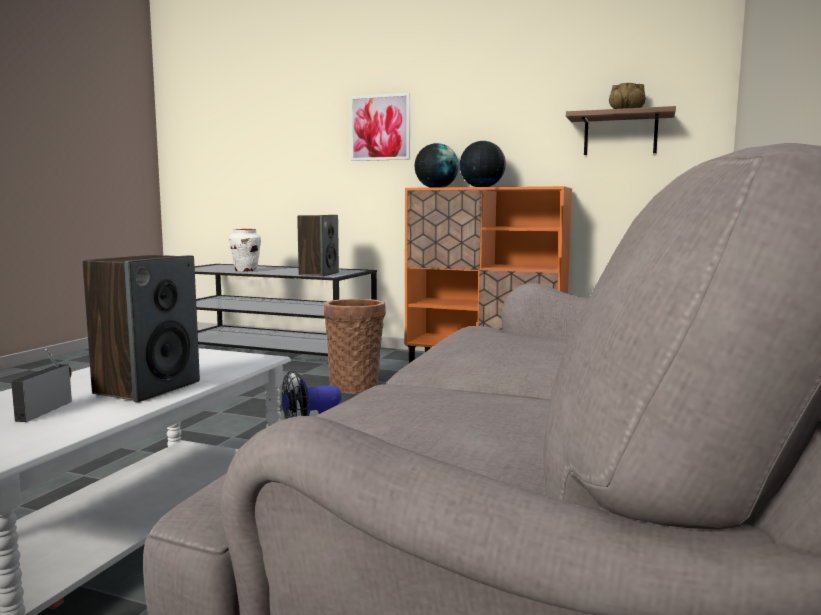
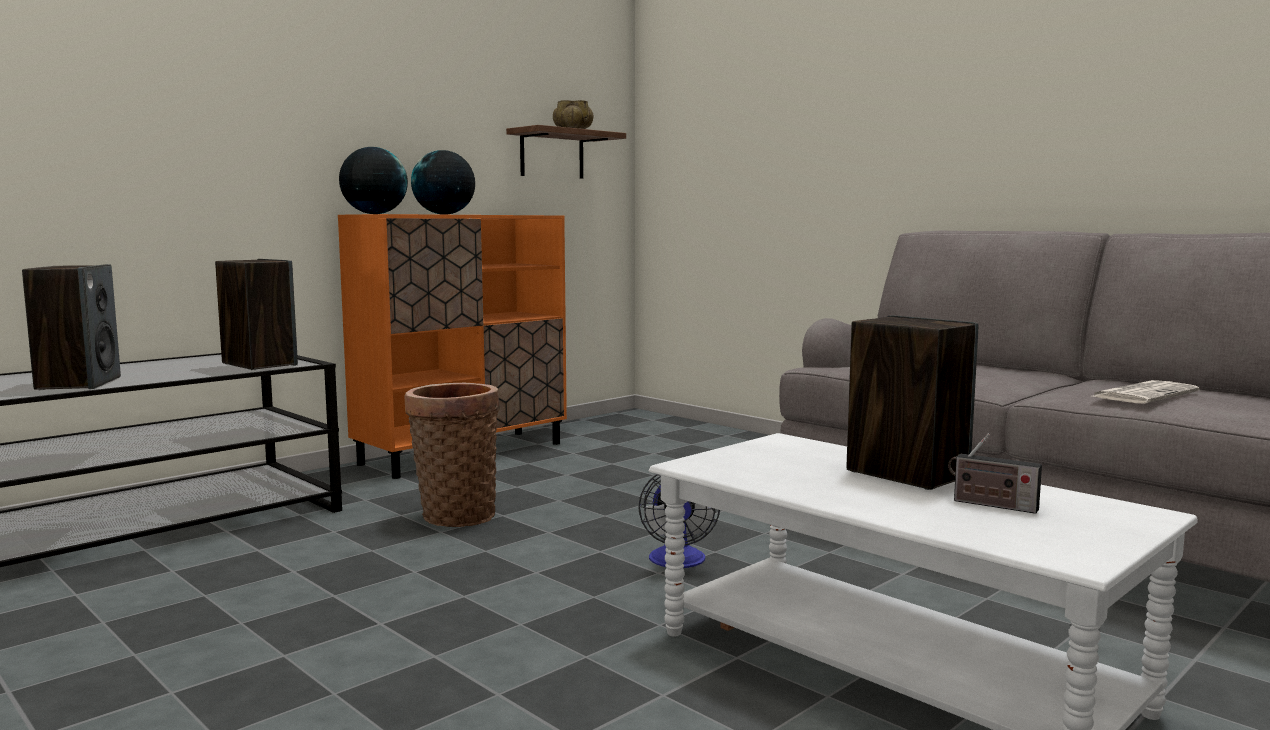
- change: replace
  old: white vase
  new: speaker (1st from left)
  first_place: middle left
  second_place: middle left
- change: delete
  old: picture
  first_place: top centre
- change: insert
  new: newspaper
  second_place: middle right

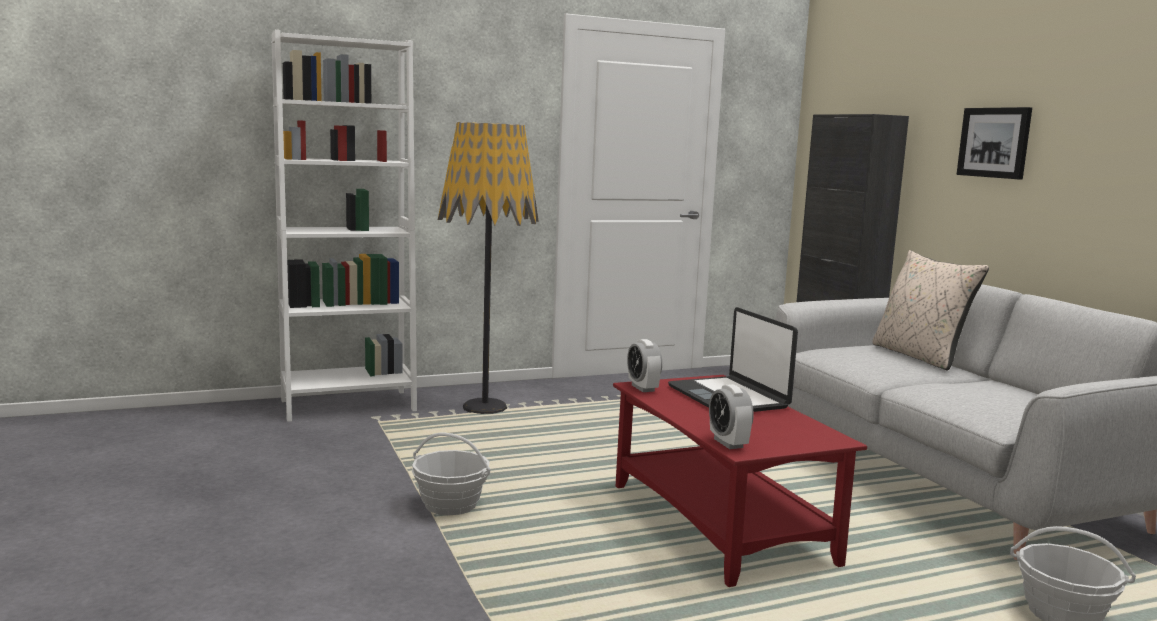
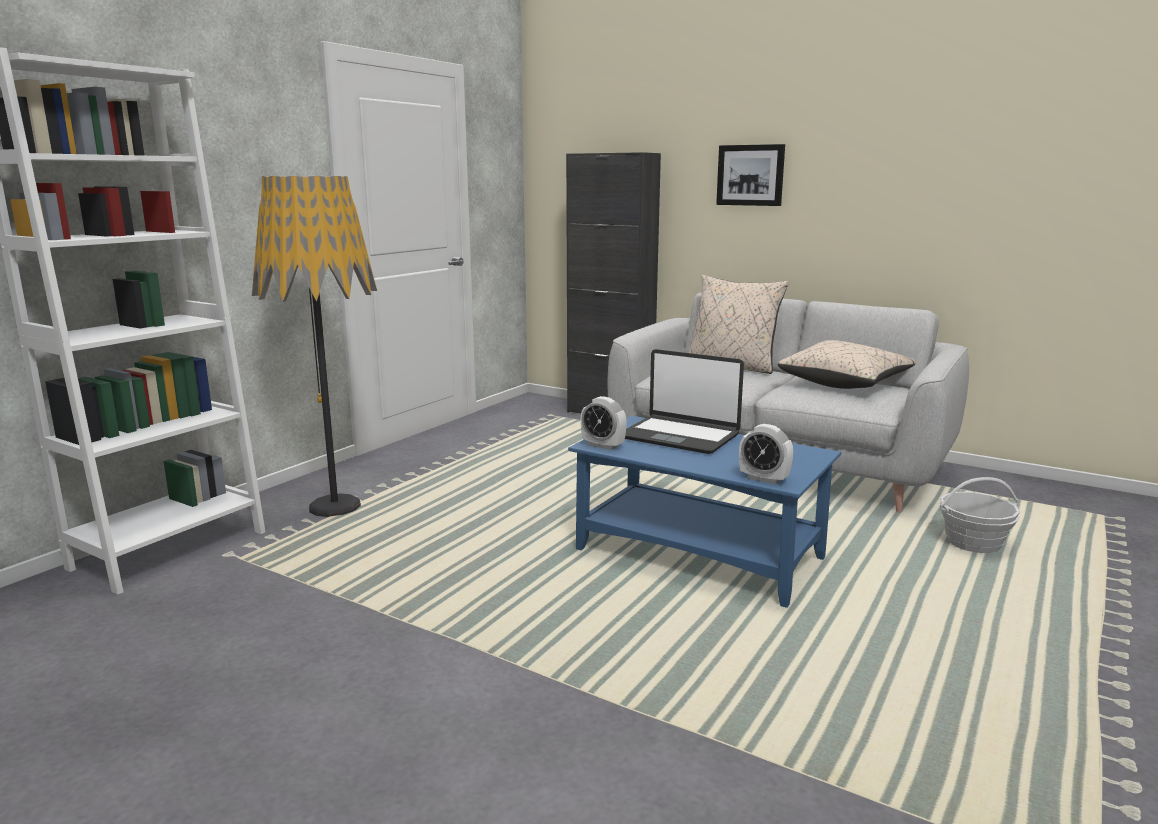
- change: delete
  old: basket (1st from left)
  first_place: bottom centre
- change: recolor
  old: red coffee table
  new: blue coffee table
  first_place: bottom centre
  second_place: centre
- change: insert
  new: beige pillow (2nd from left)
  second_place: middle right

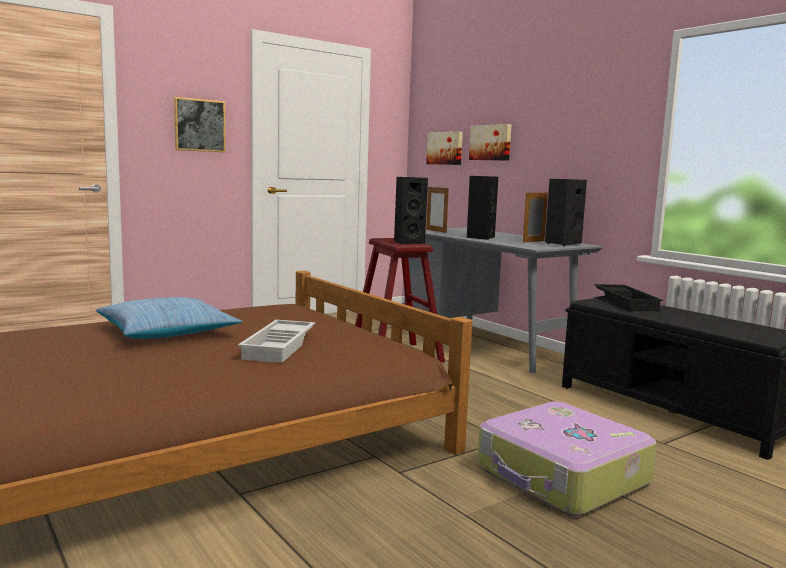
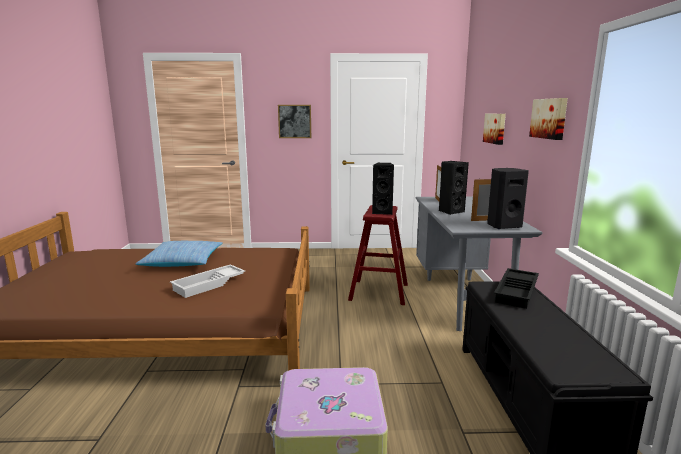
- change: move
  old: picture (2nd from left in the first image)
  new: picture (3rd from left)
  first_place: top centre
  second_place: top right

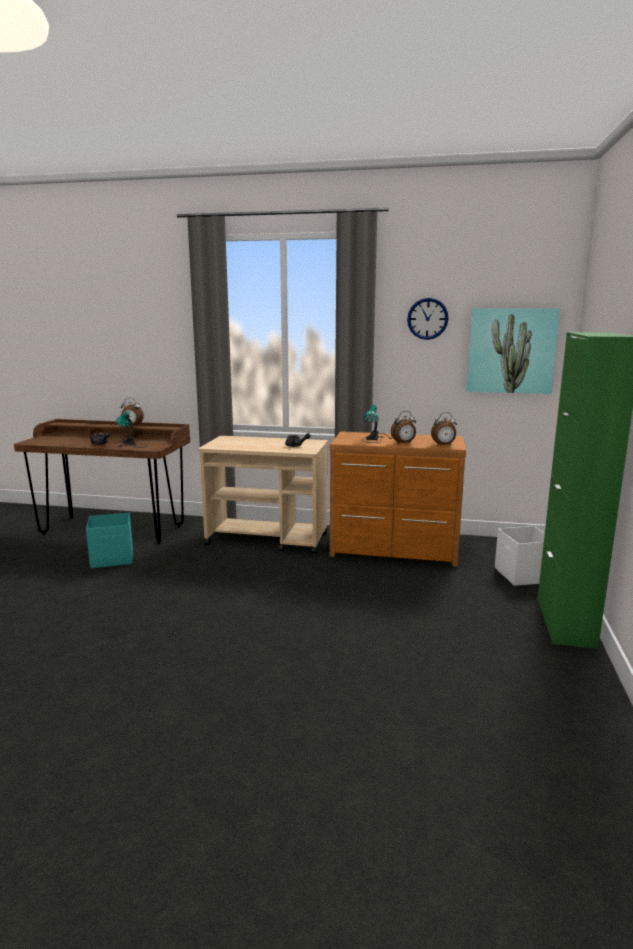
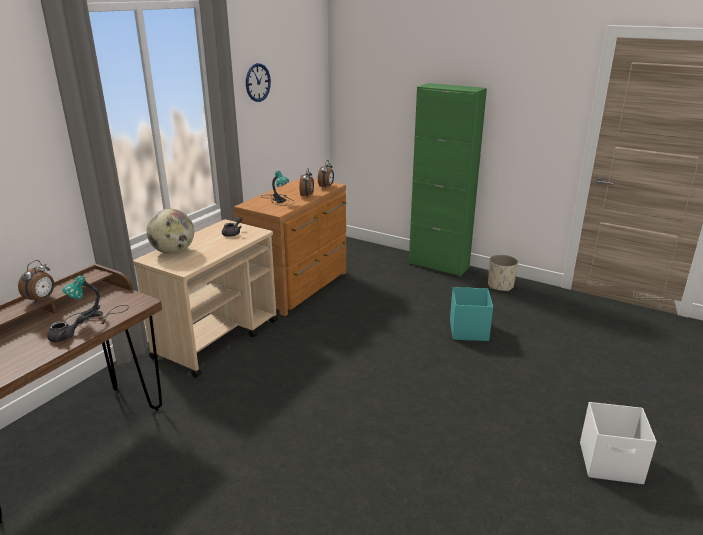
- change: move
  old: turquoise storage box
  first_place: middle left
  second_place: middle right
- change: delete
  old: picture
  first_place: middle right
- change: move
  old: white storage box
  first_place: middle right
  second_place: bottom right
- change: insert
  new: globe
  second_place: middle left
- change: insert
  new: beige planter
  second_place: middle right

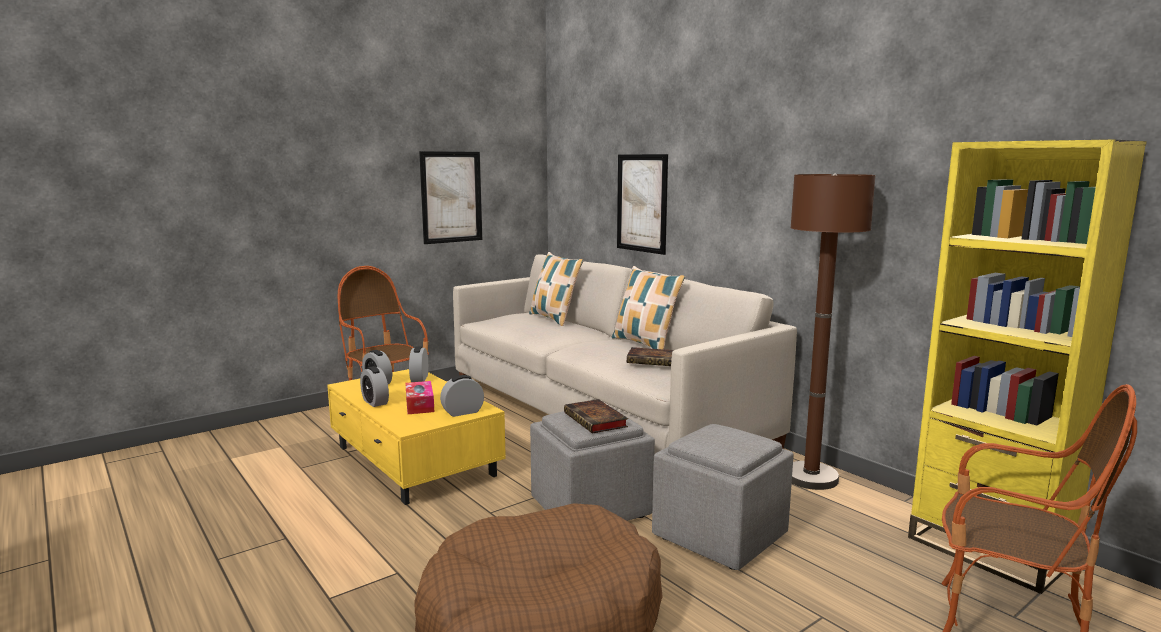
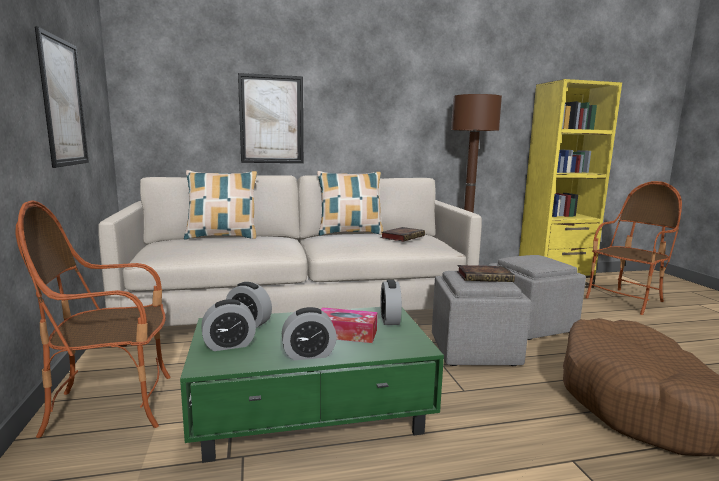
- change: recolor
  old: yellow coffee table
  new: green coffee table
  first_place: bottom centre
  second_place: bottom centre

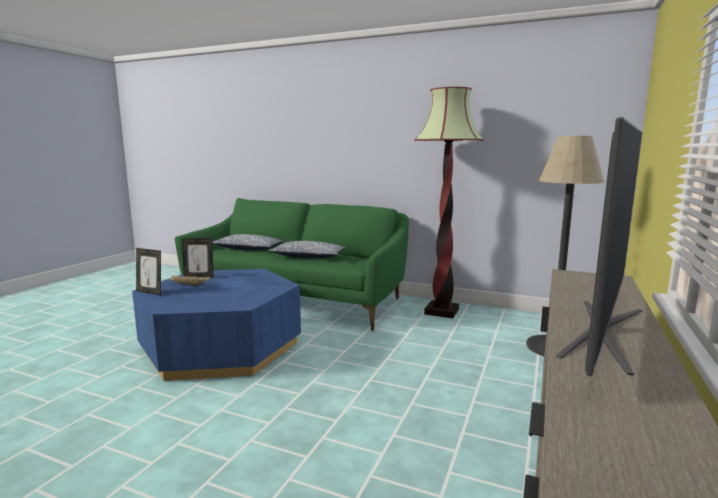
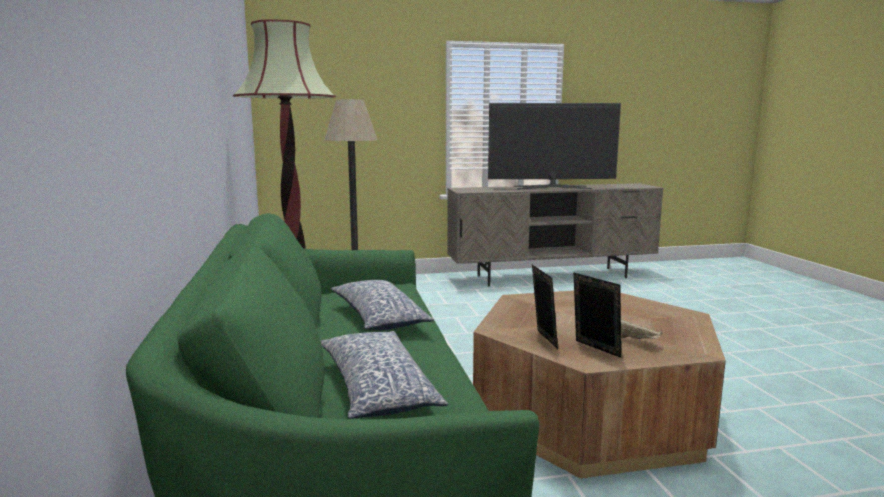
- change: recolor
  old: blue coffee table
  new: brown coffee table
  first_place: middle left
  second_place: bottom right
- change: move
  old: picture frame (1st from left)
  first_place: middle left
  second_place: centre

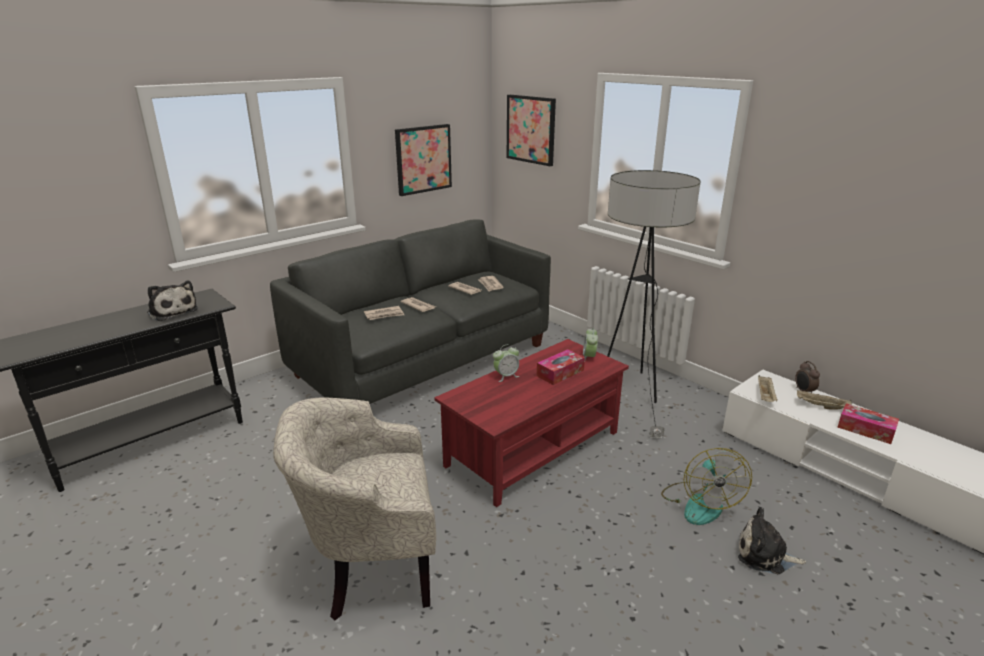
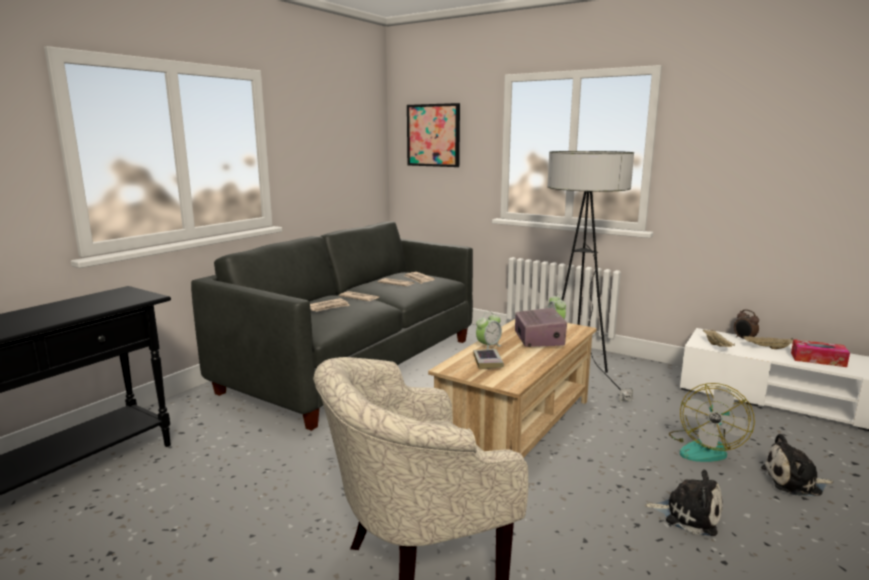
- change: move
  old: plush toy (1st from left)
  first_place: middle left
  second_place: bottom right
- change: delete
  old: picture (1st from left)
  first_place: top centre
- change: recolor
  old: red coffee table
  new: beige coffee table
  first_place: centre
  second_place: bottom centre
- change: replace
  old: tissue box (1st from left)
  new: radio
  first_place: centre
  second_place: centre
- change: rotate
  old: fan
  first_place: bottom right
  second_place: bottom right
  degrees: 45
- change: insert
  new: book
  second_place: centre

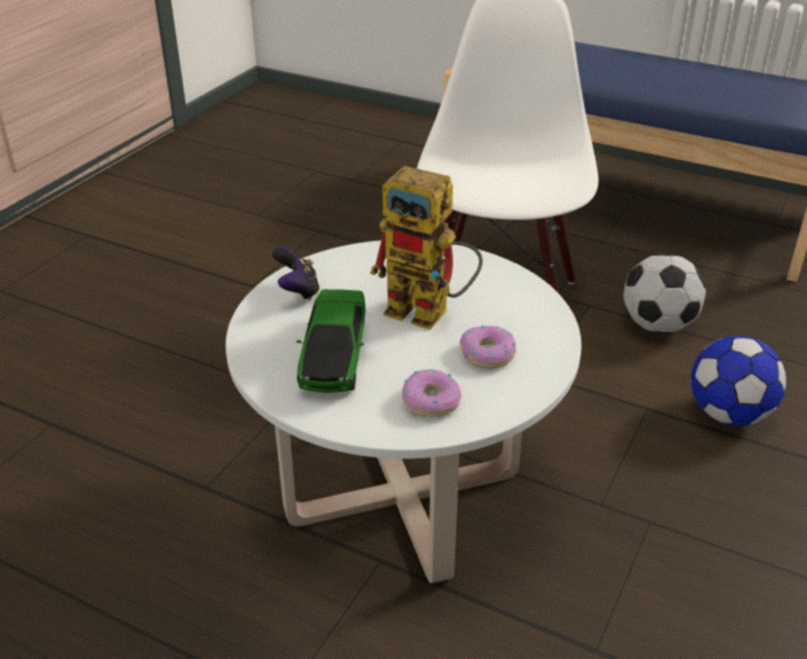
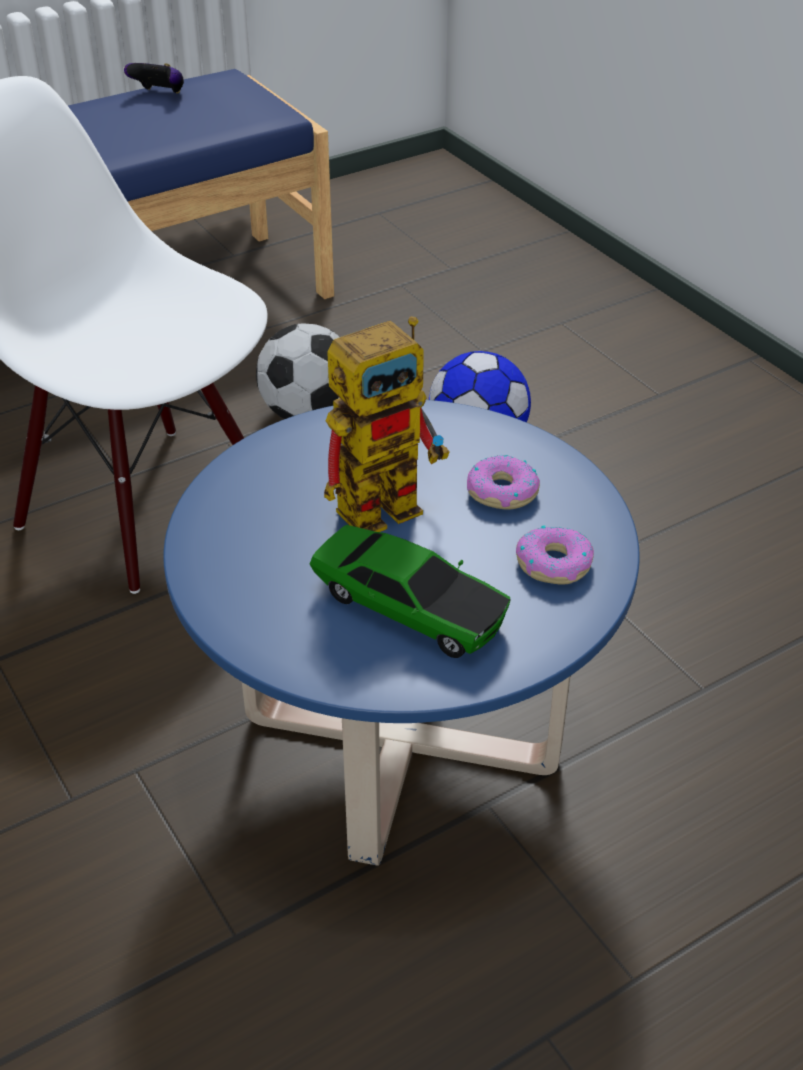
- change: recolor
  old: white coffee table
  new: blue coffee table
  first_place: centre
  second_place: centre
- change: move
  old: game controller
  first_place: centre
  second_place: top left

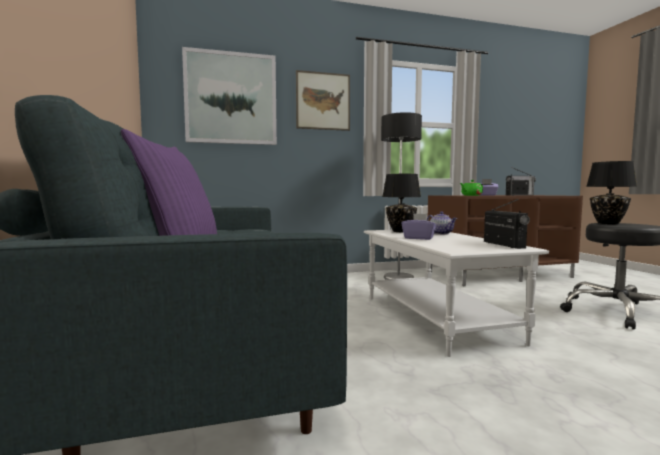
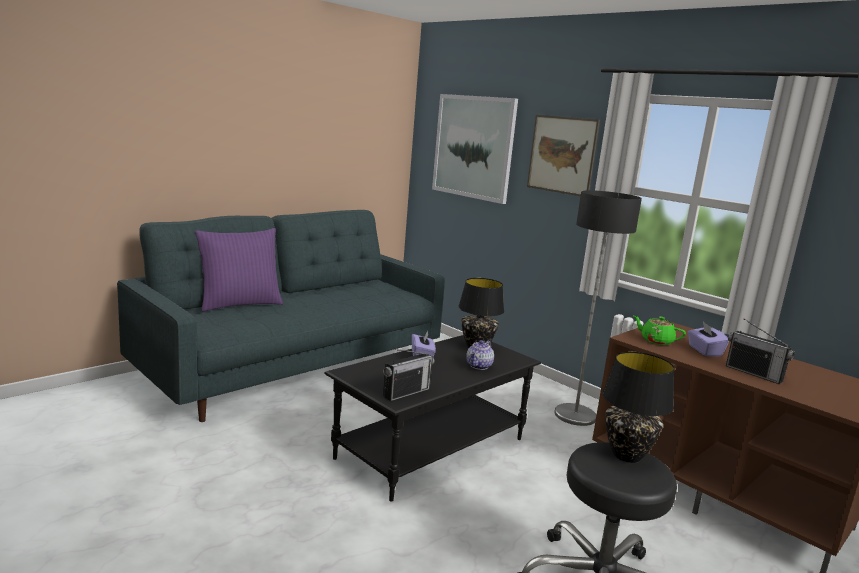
- change: recolor
  old: white coffee table
  new: black coffee table
  first_place: middle right
  second_place: bottom centre

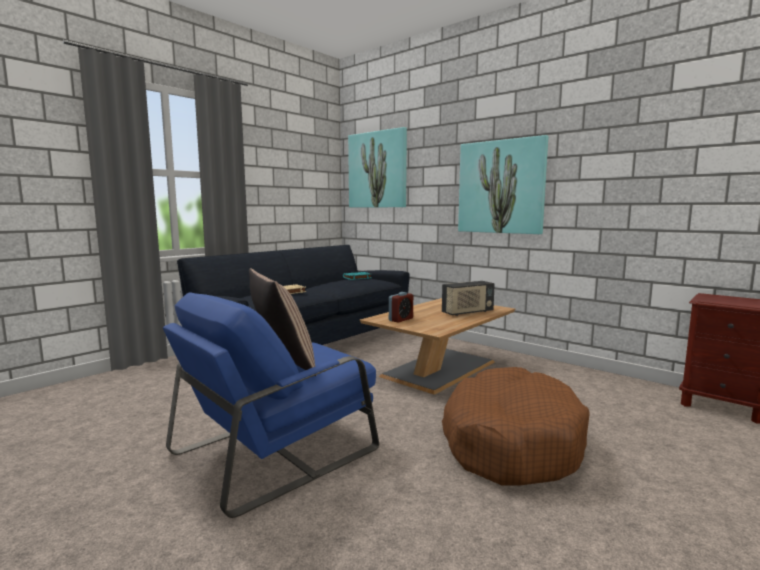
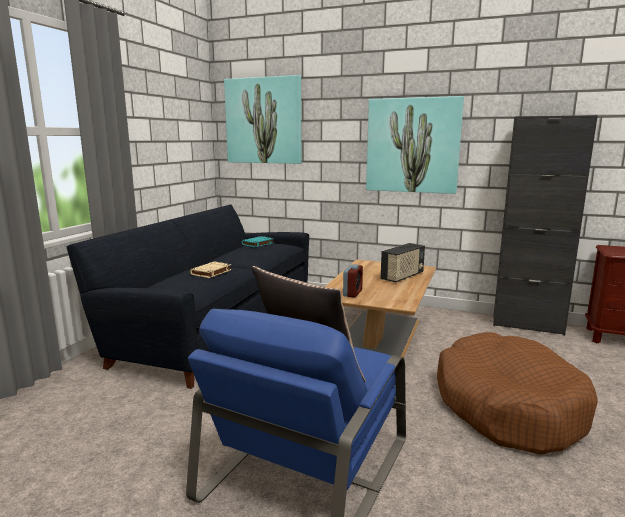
- change: insert
  new: black cabinet
  second_place: middle right

